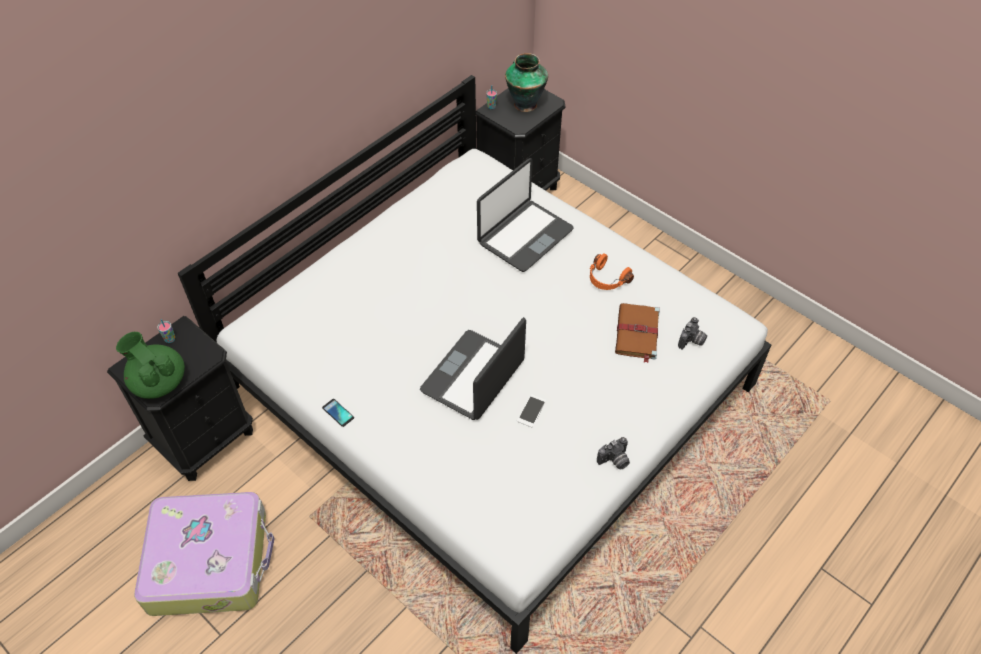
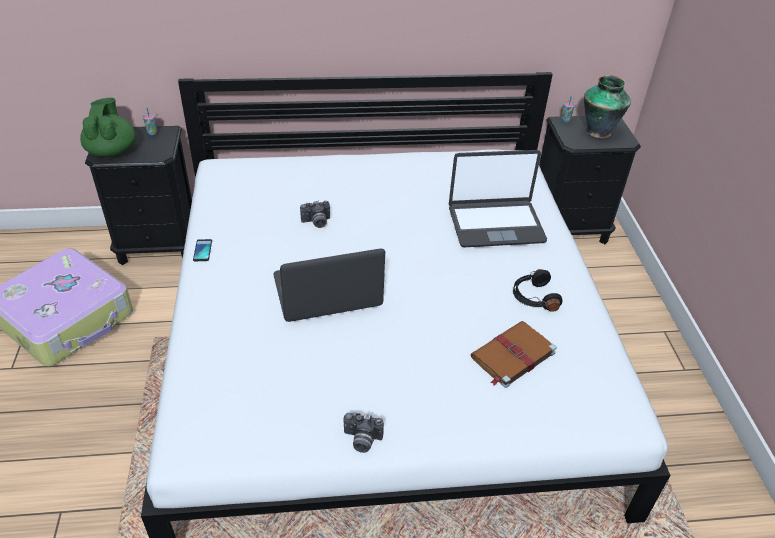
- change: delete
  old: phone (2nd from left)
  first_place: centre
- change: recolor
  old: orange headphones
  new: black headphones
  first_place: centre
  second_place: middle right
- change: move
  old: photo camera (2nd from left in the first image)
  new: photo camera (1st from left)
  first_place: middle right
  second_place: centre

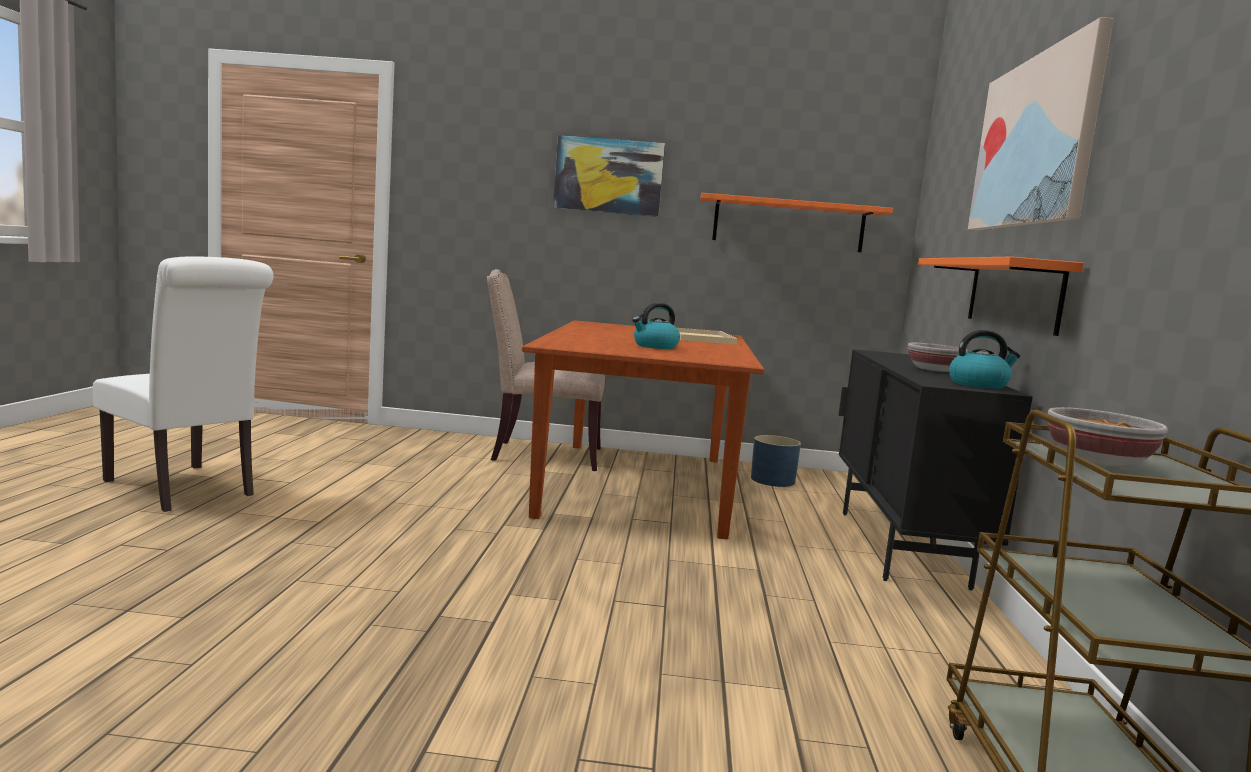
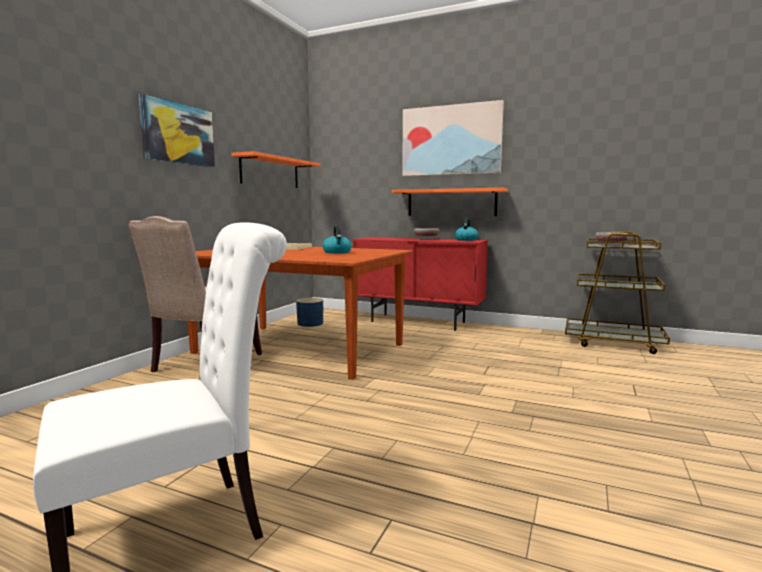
- change: recolor
  old: black cabinet
  new: red cabinet
  first_place: middle right
  second_place: centre

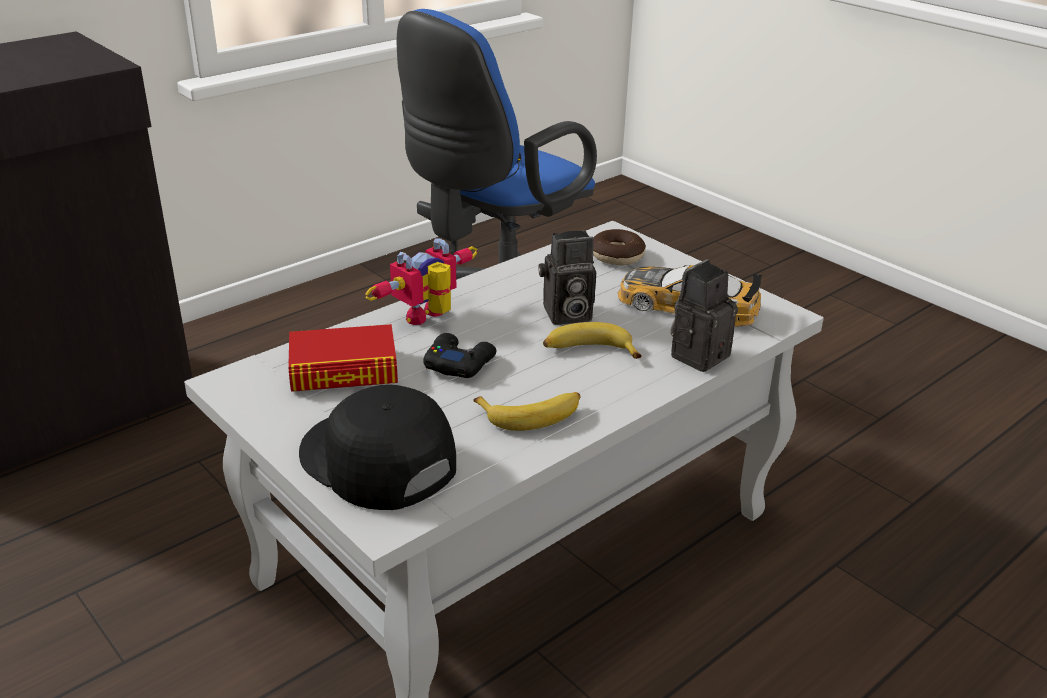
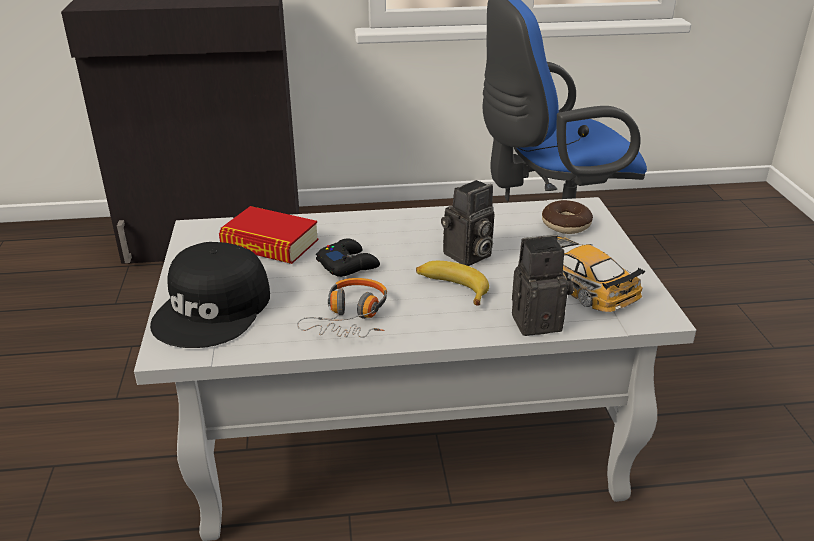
- change: rotate
  old: black cap
  first_place: centre
  second_place: middle left
  degrees: -150
- change: delete
  old: toy robot
  first_place: centre
- change: replace
  old: banana (1st from left)
  new: headphones
  first_place: centre
  second_place: centre
- change: rotate
  old: photo camera (1st from left)
  first_place: centre
  second_place: centre
  degrees: -60

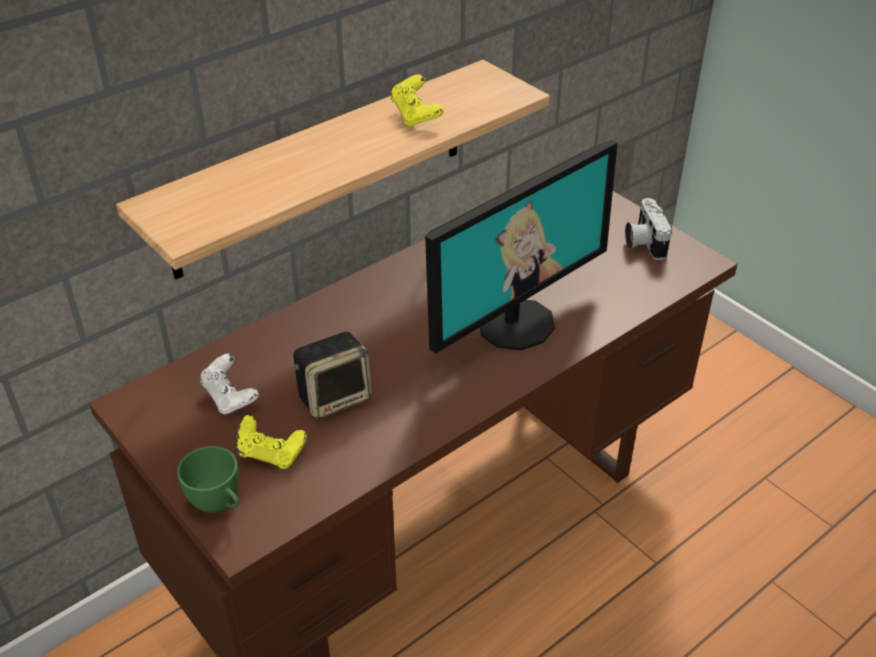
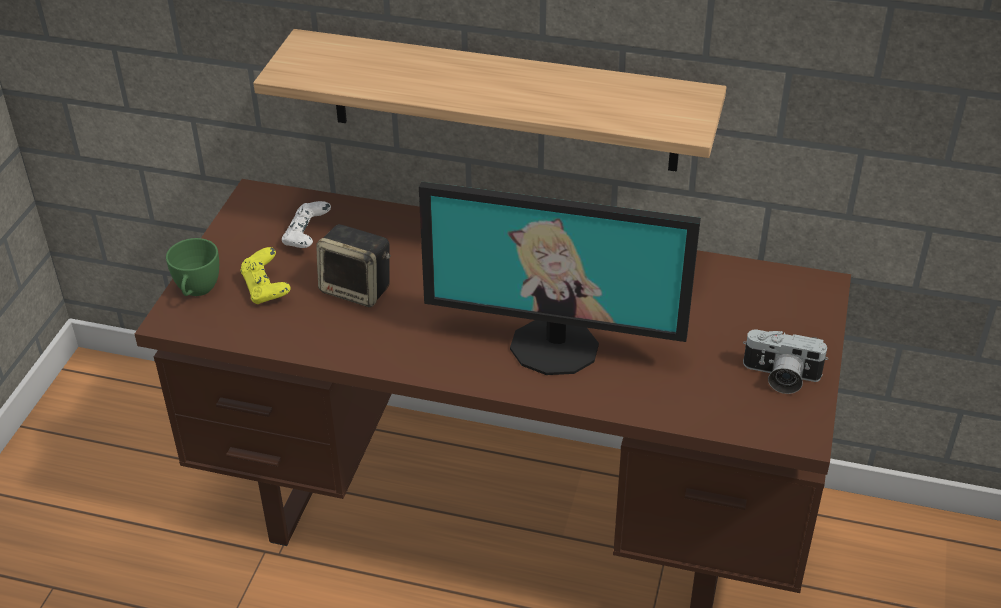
- change: delete
  old: yellow game controller (2nd from left)
  first_place: top centre
- change: rotate
  old: photo camera
  first_place: middle right
  second_place: middle right
  degrees: -120

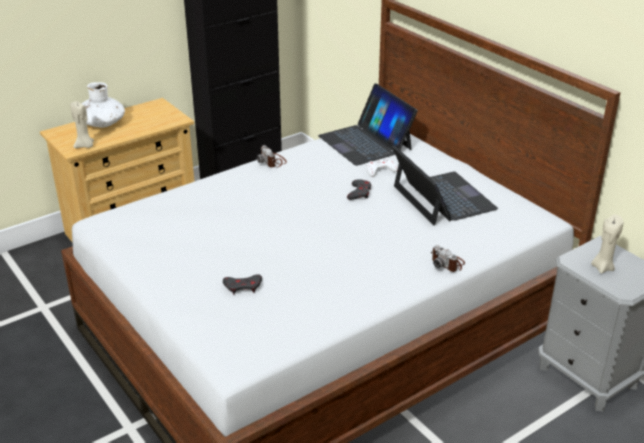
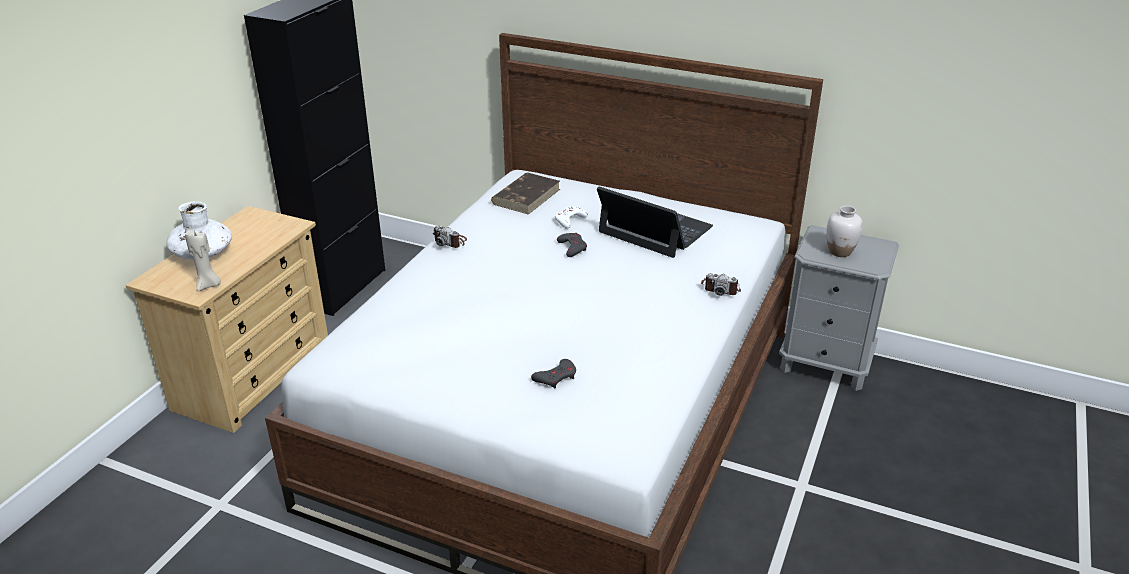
- change: replace
  old: laptop (1st from left)
  new: brown book
  first_place: top centre
  second_place: centre
- change: replace
  old: beige candle (2nd from left)
  new: white vase (2nd from left)
  first_place: middle right
  second_place: middle right

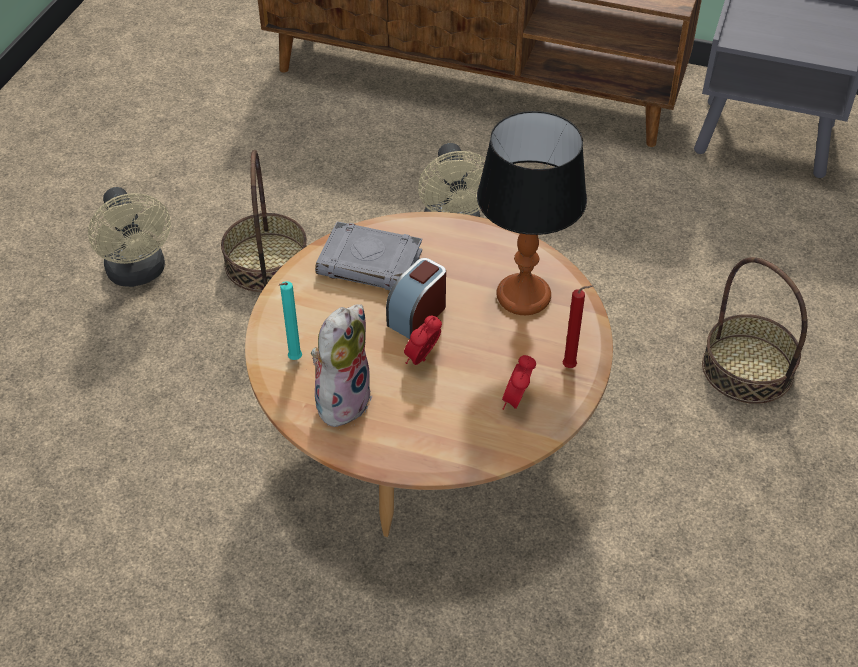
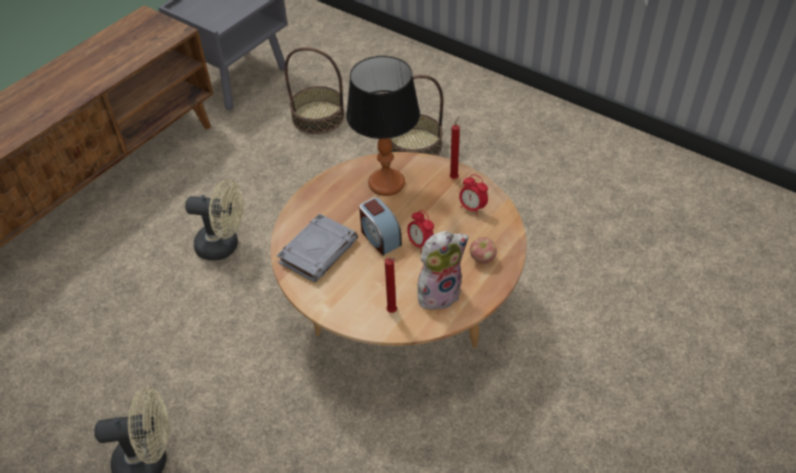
- change: move
  old: basket (1st from left)
  first_place: top left
  second_place: top centre
- change: recolor
  old: turquoise candle
  new: red candle (1st from left)
  first_place: centre
  second_place: centre
- change: rotate
  old: plush toy
  first_place: centre
  second_place: centre
  degrees: 105
- change: insert
  new: apple
  second_place: centre

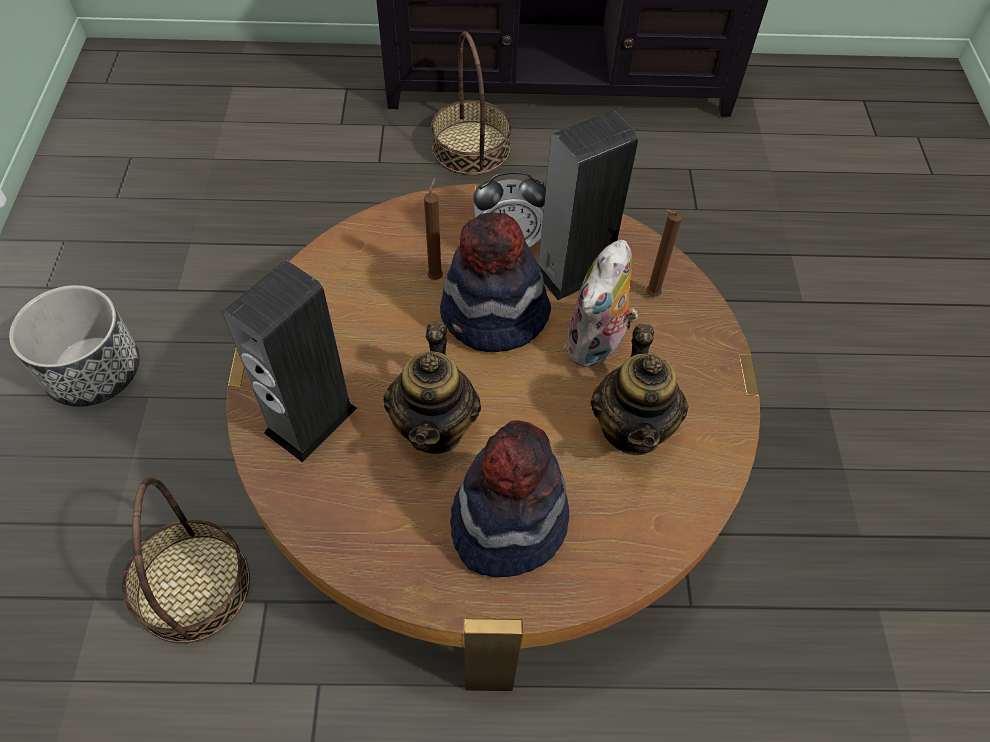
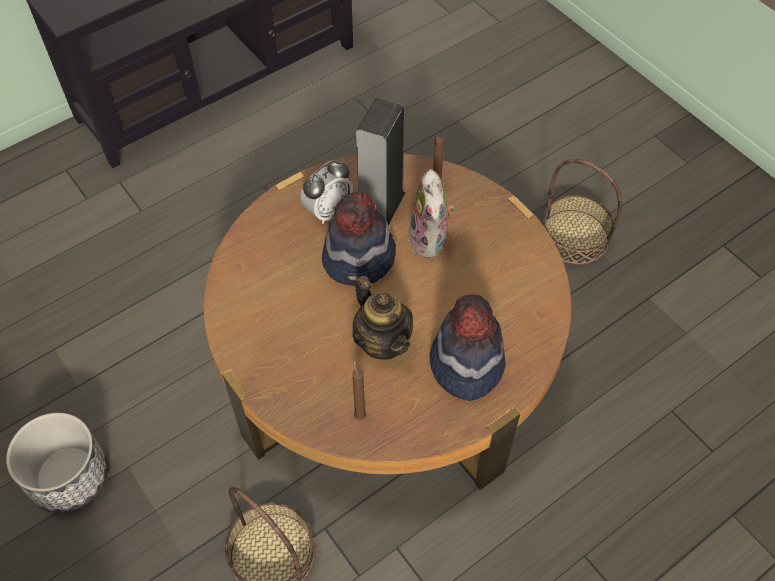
- change: delete
  old: speaker (1st from left)
  first_place: middle left
- change: move
  old: brown candle (1st from left)
  first_place: top centre
  second_place: bottom centre
- change: move
  old: basket (2nd from left)
  first_place: top centre
  second_place: middle right
- change: delete
  old: teapot (2nd from left)
  first_place: centre

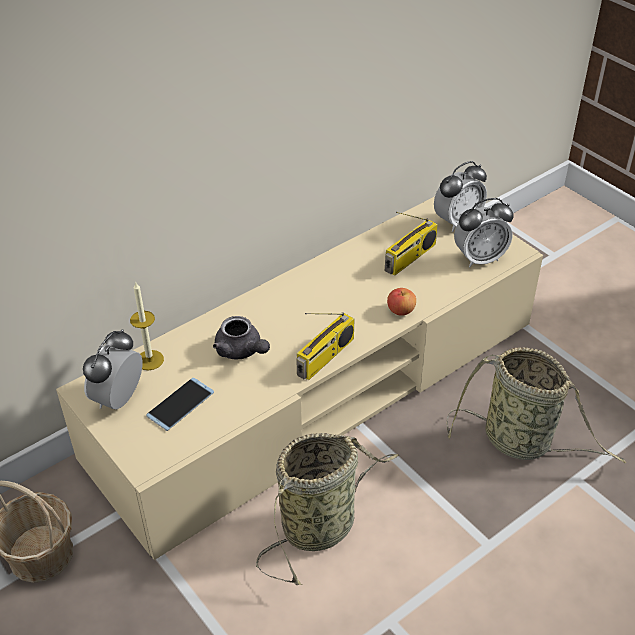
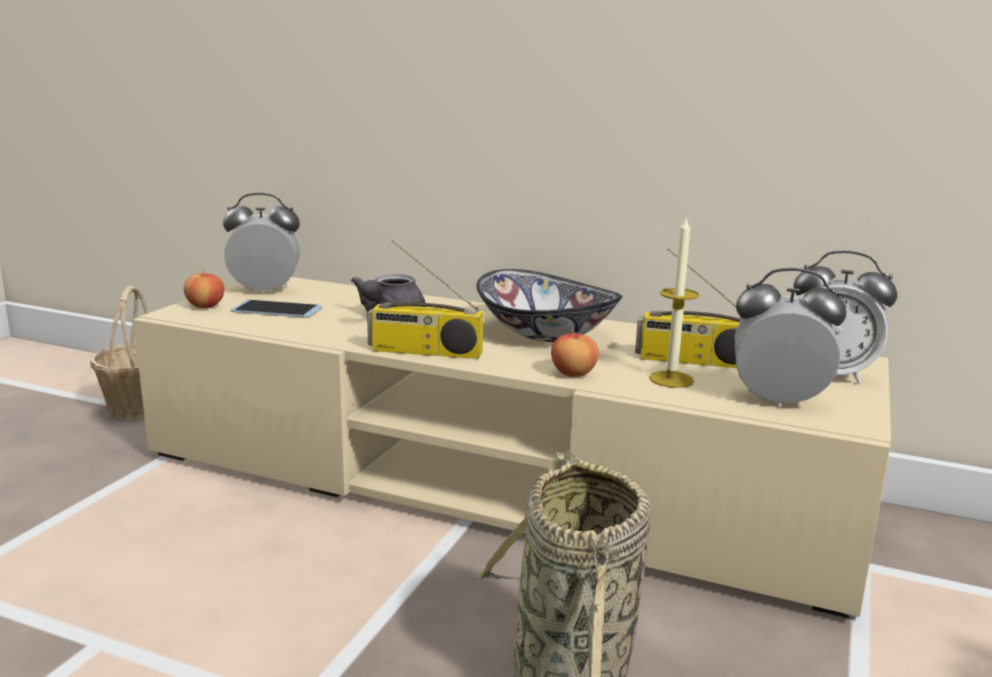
- change: move
  old: candle
  first_place: middle left
  second_place: middle right
- change: delete
  old: basket (2nd from left)
  first_place: bottom centre
- change: rotate
  old: alarm clock (3rd from left in the first image)
  first_place: middle right
  second_place: middle right
  degrees: 150
- change: insert
  new: apple (1st from left)
  second_place: middle left
- change: insert
  new: bowl
  second_place: centre

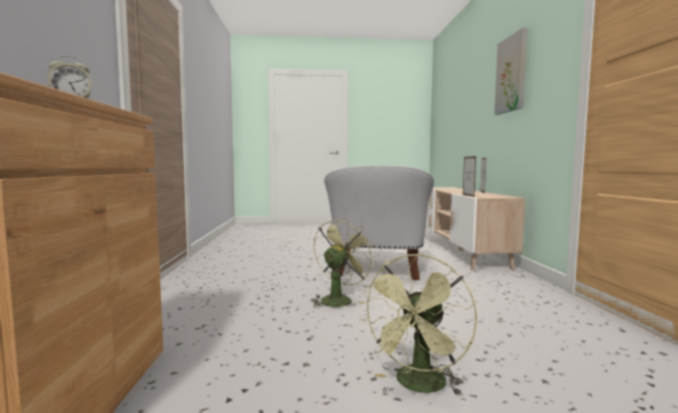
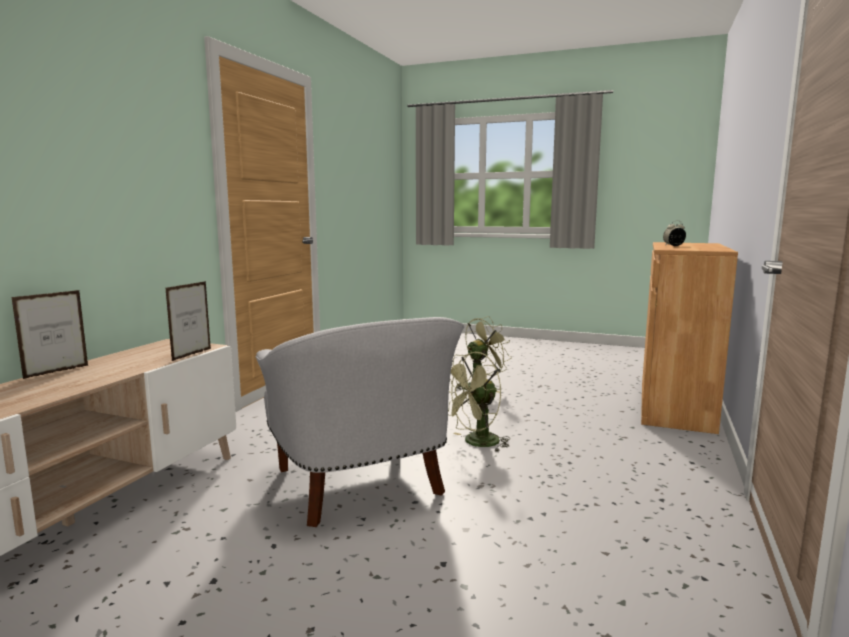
- change: rotate
  old: white armchair
  first_place: centre
  second_place: centre
  degrees: 120
- change: delete
  old: picture
  first_place: top right

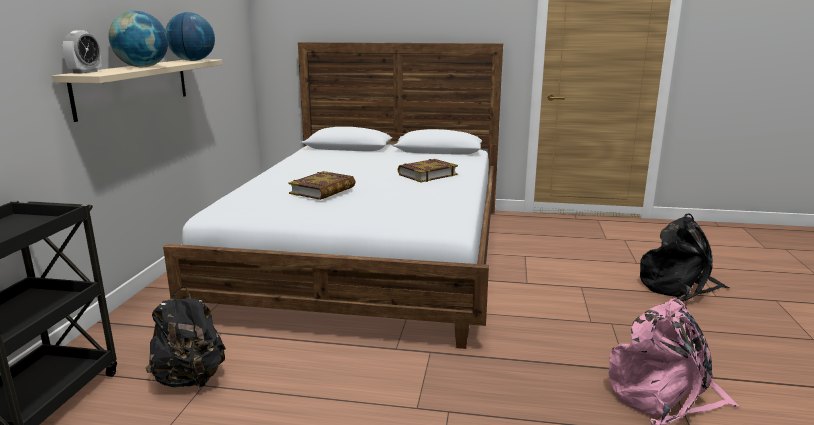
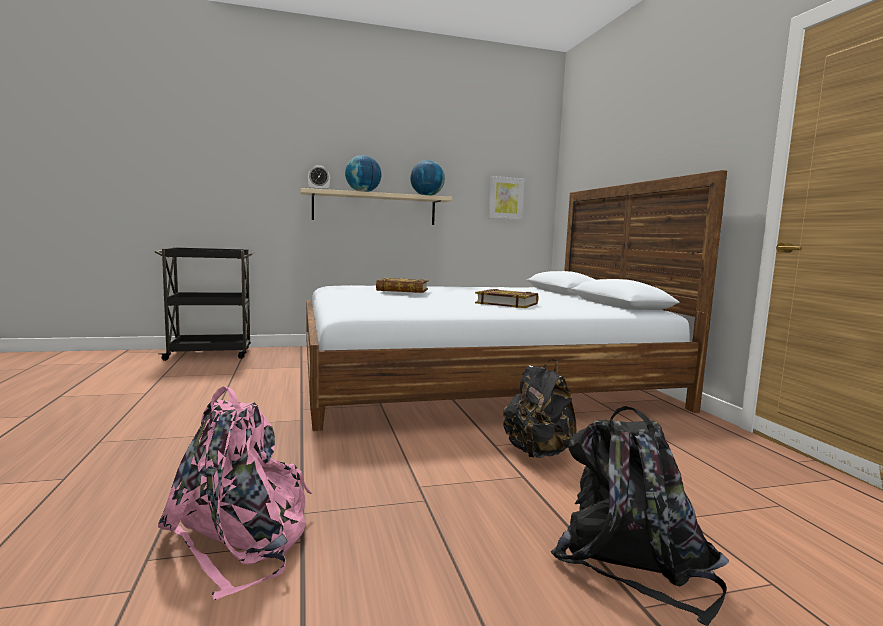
- change: move
  old: black backpack (1st from left)
  first_place: bottom left
  second_place: centre
- change: insert
  new: picture
  second_place: top centre

